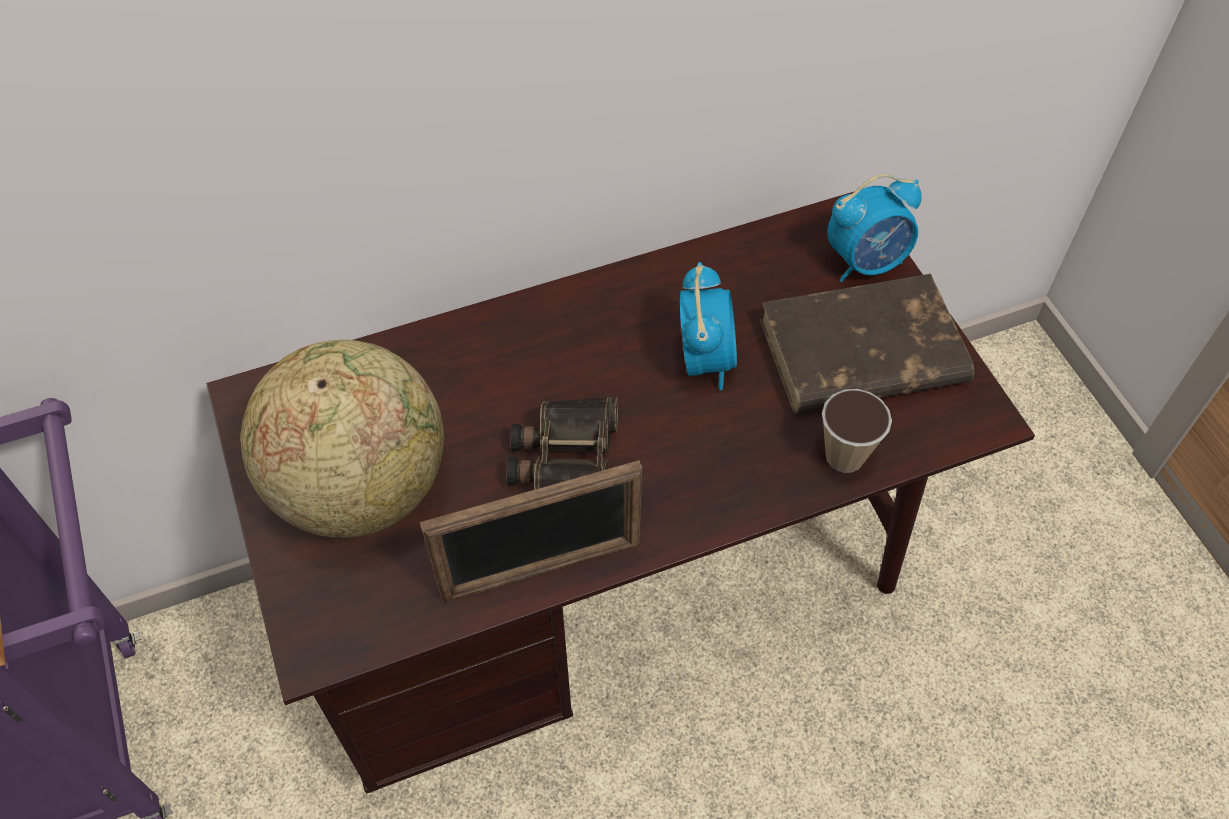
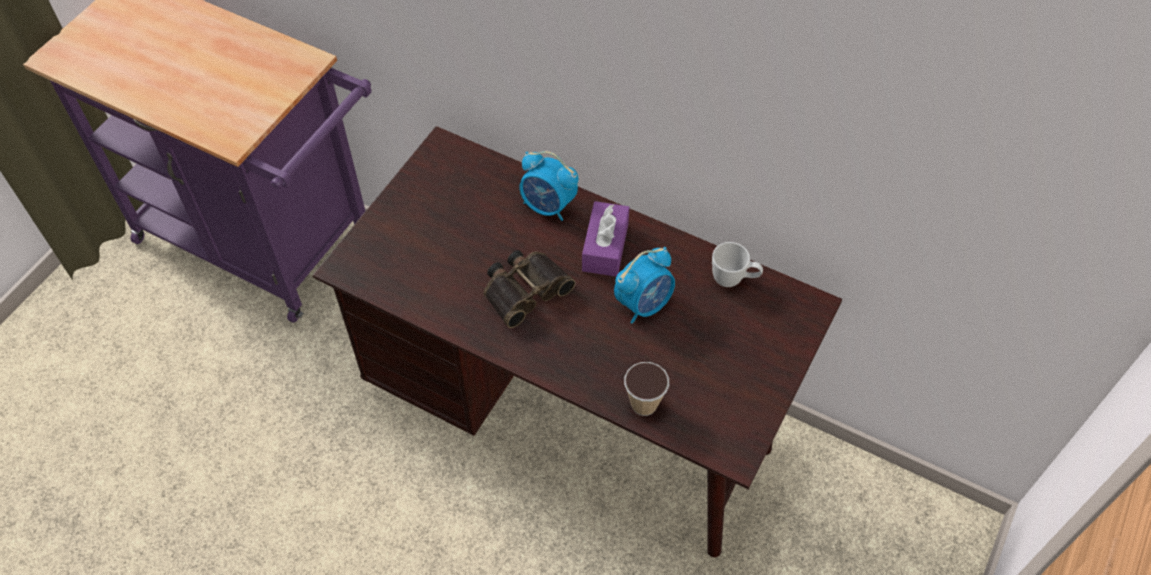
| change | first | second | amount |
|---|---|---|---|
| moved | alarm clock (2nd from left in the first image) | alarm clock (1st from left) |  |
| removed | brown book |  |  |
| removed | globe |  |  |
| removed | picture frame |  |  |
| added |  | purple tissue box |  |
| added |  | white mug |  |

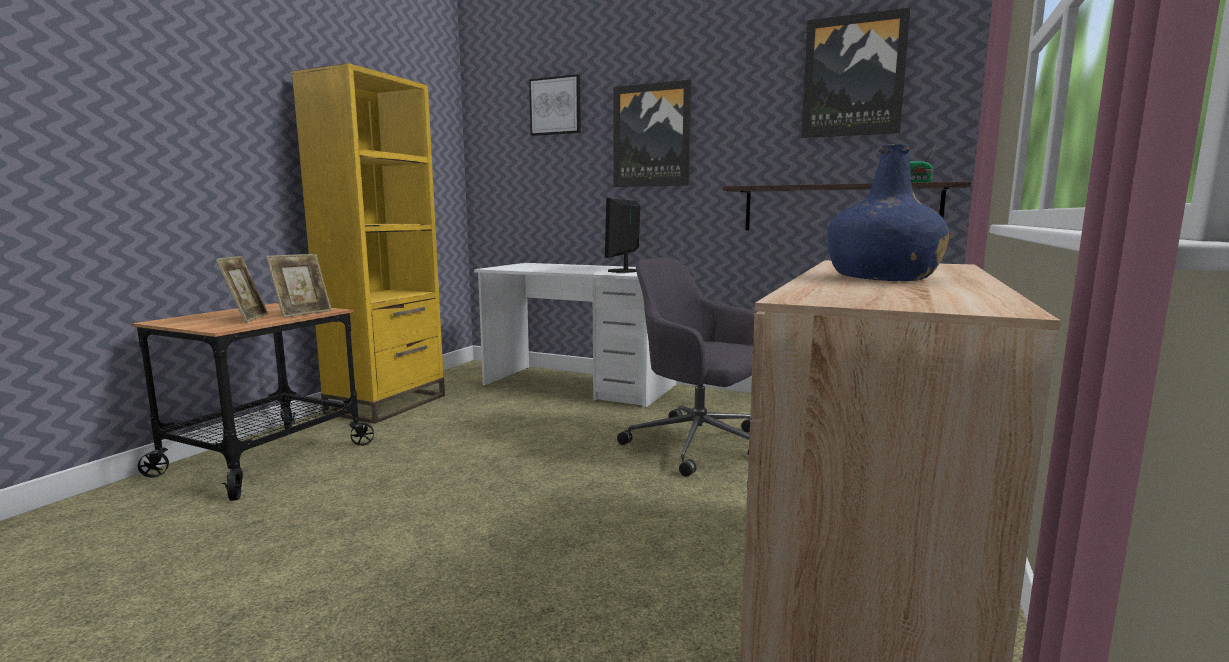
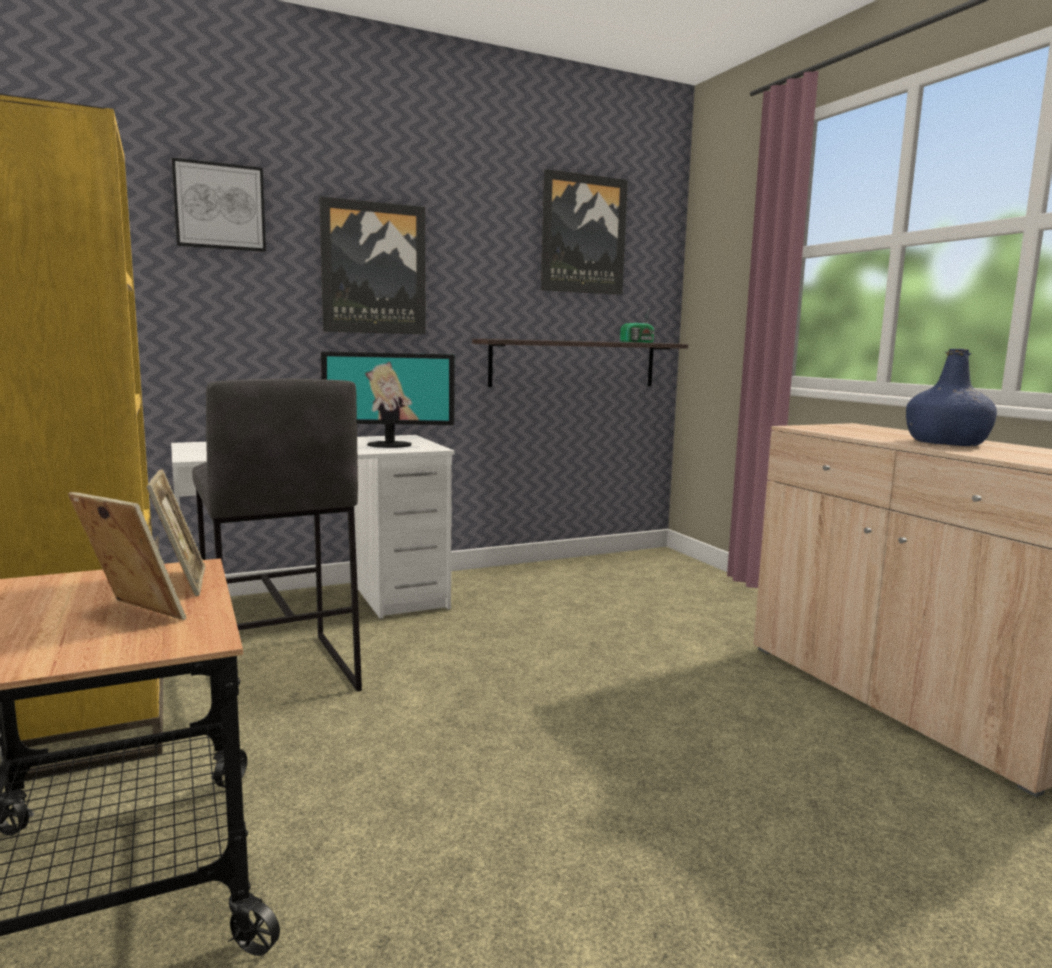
| change | first | second | amount |
|---|---|---|---|
| turned | monitor |  | 60 degrees counterclockwise |
| removed | grey office chair |  |  |
| added |  | grey stool |  |

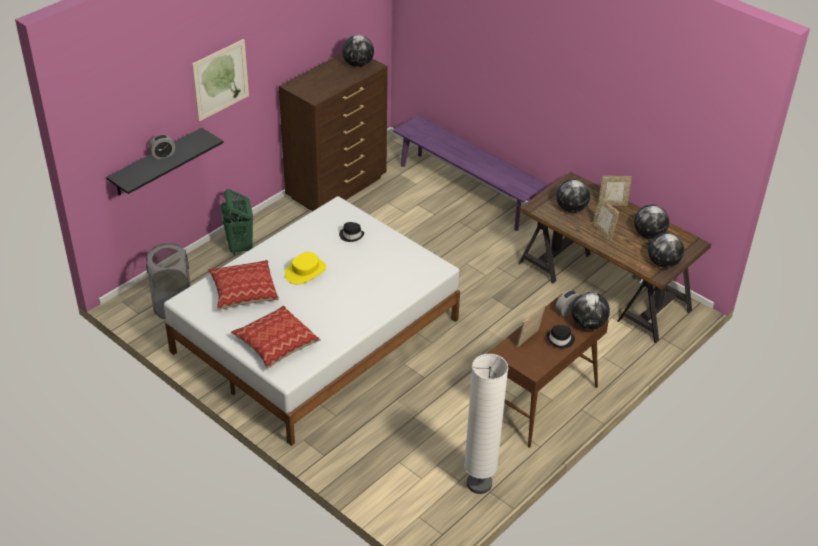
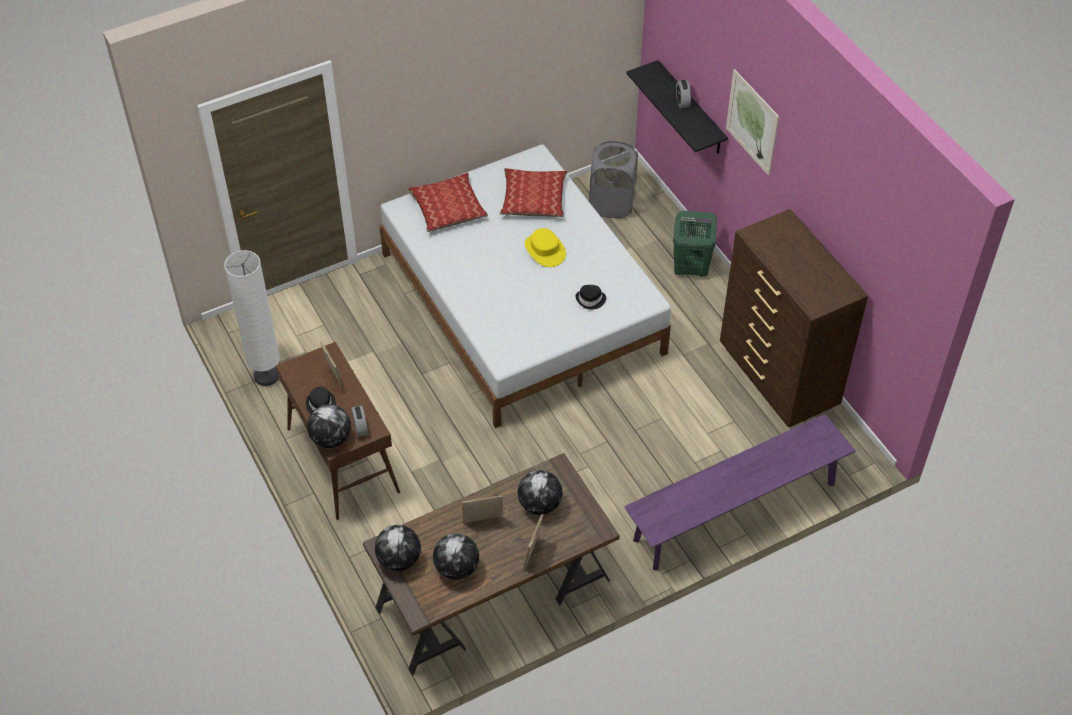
| change | first | second | amount |
|---|---|---|---|
| removed | globe (1st from left) |  |  |

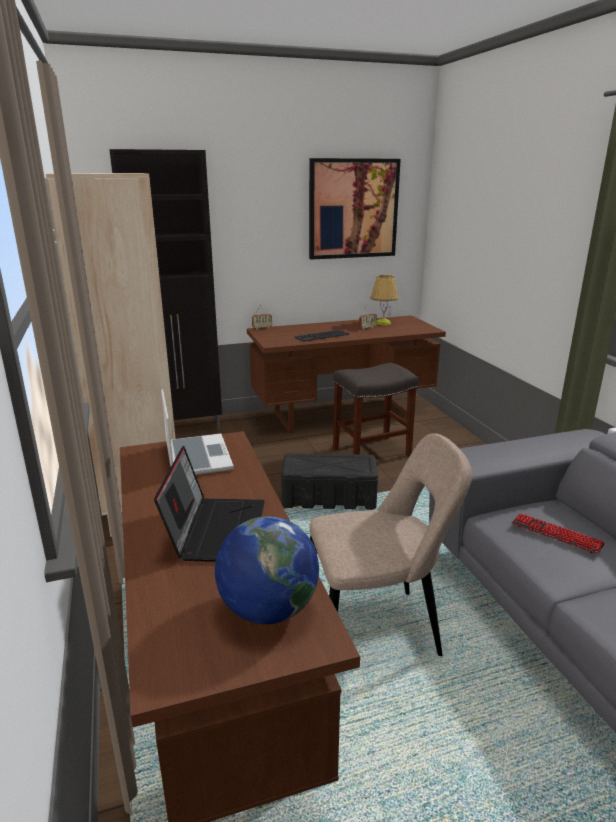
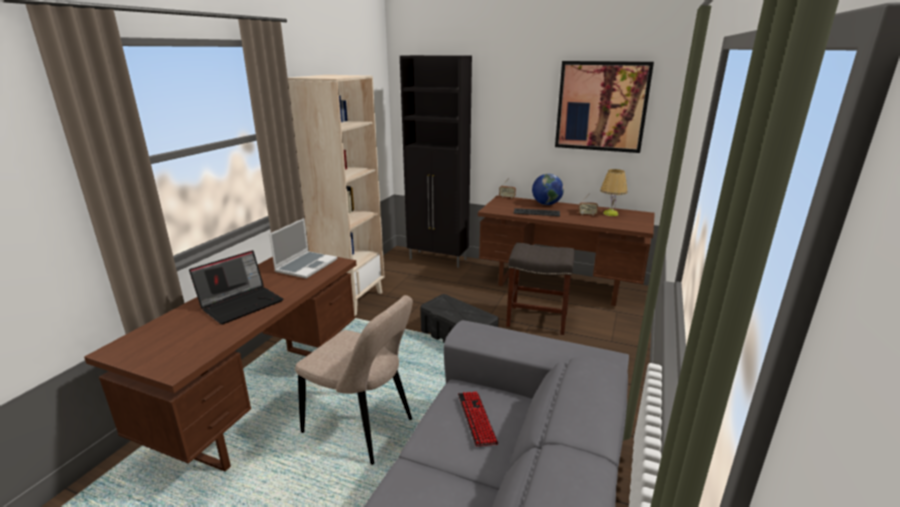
| change | first | second | amount |
|---|---|---|---|
| moved | globe |  |  |

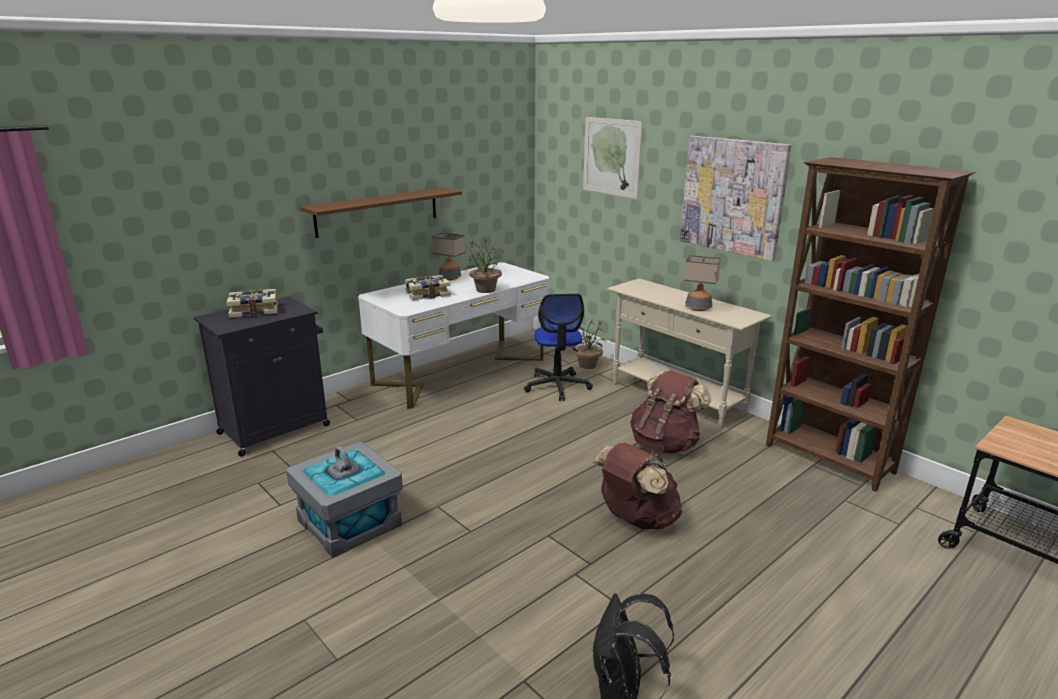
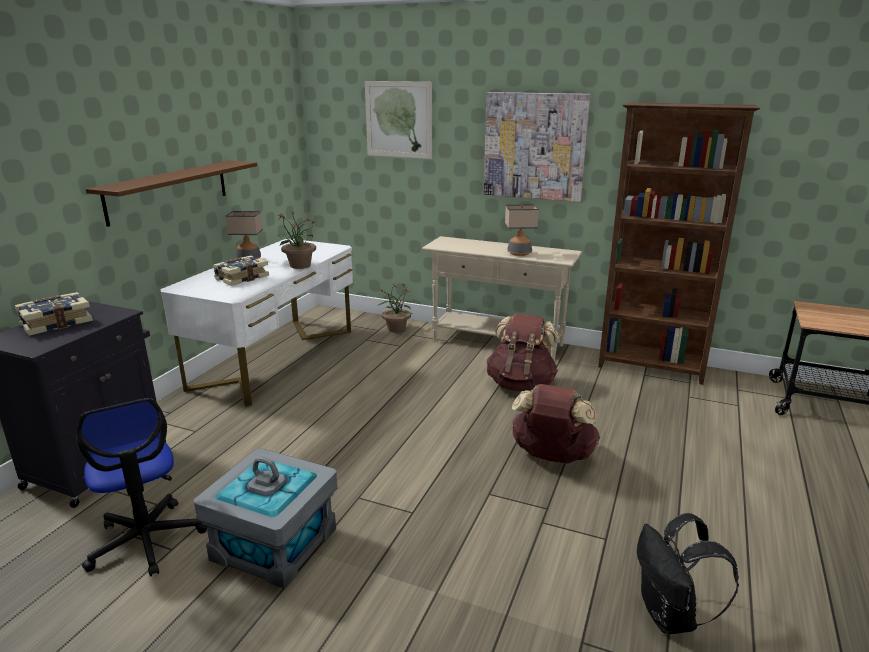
| change | first | second | amount |
|---|---|---|---|
| moved | office chair |  |  |

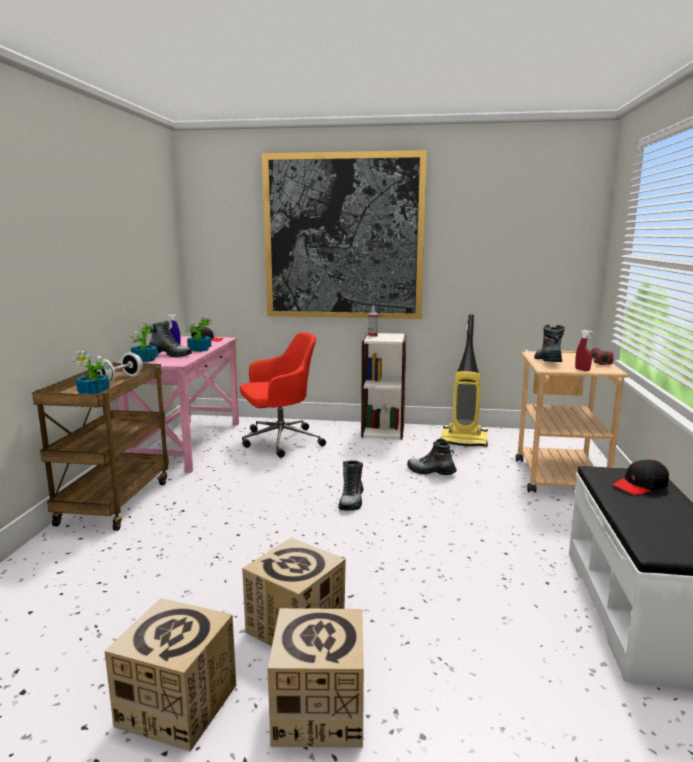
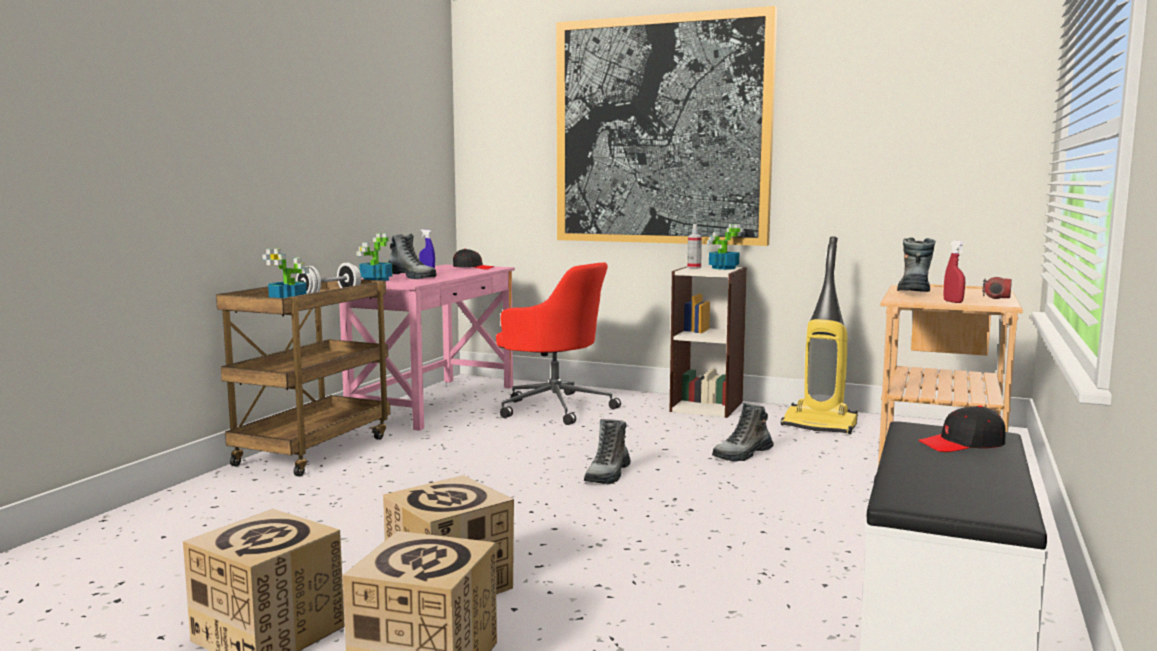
| change | first | second | amount |
|---|---|---|---|
| moved | potted plant (3rd from left) |  |  |
| turned | red office chair |  | 45 degrees clockwise |
| turned | boot (3rd from left) |  | 75 degrees counterclockwise |

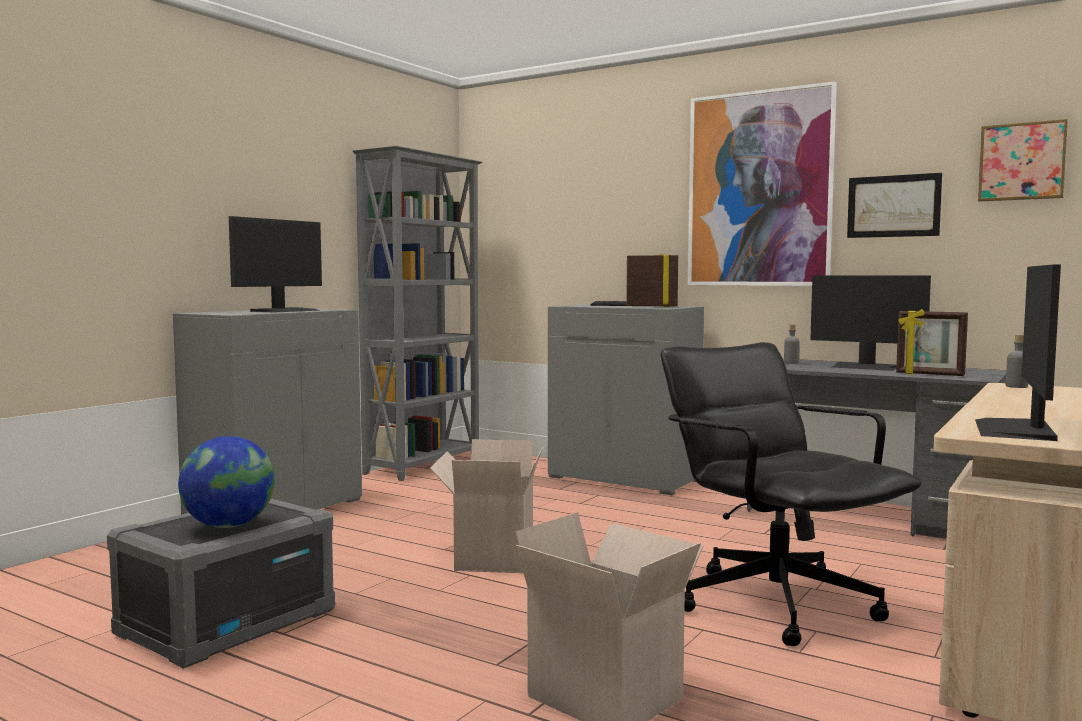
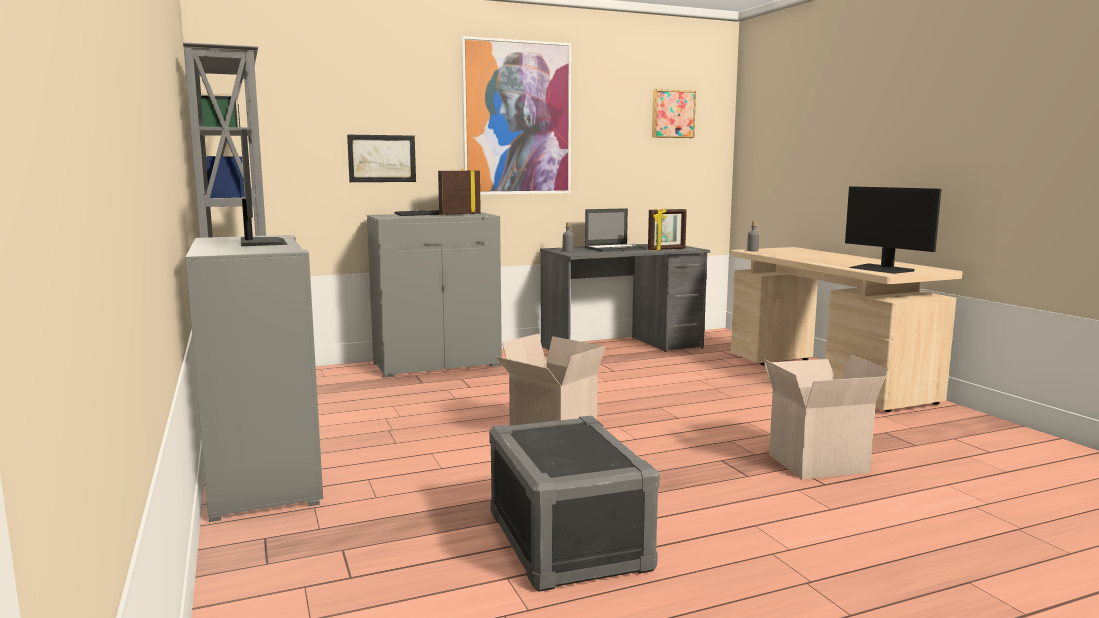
| change | first | second | amount |
|---|---|---|---|
| moved | picture (2nd from left in the first image) | picture (1st from left) |  |
| replaced | monitor (2nd from left) | laptop |  |
| removed | black office chair |  |  |
| removed | globe |  |  |

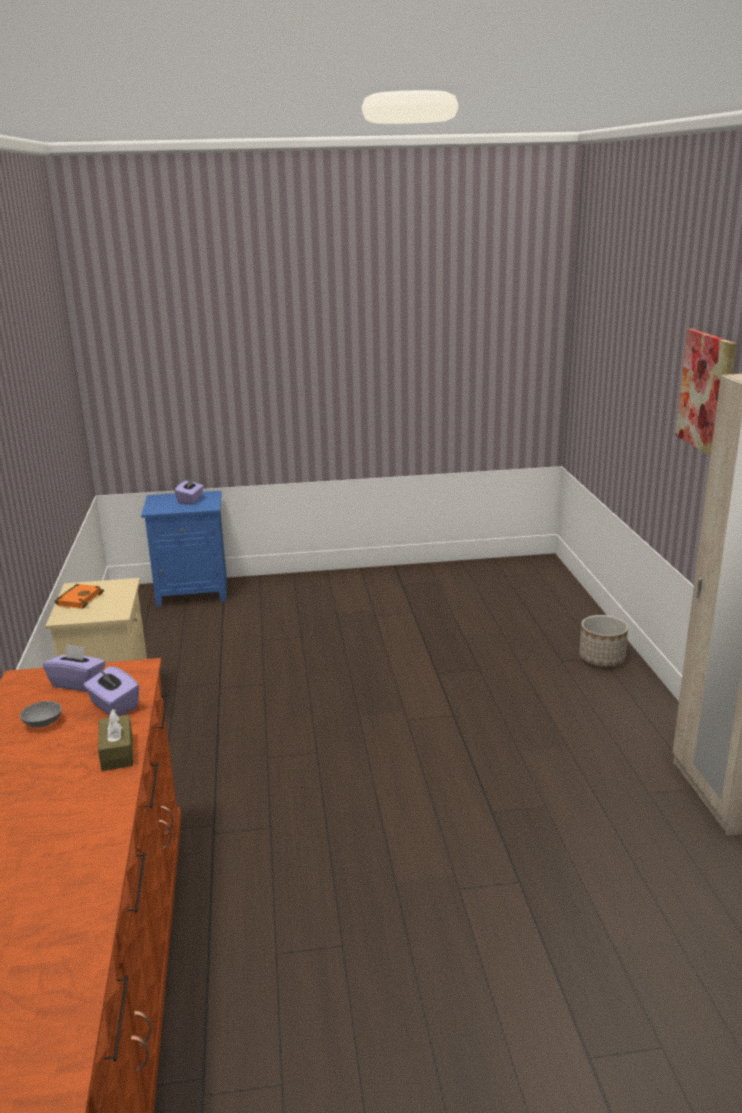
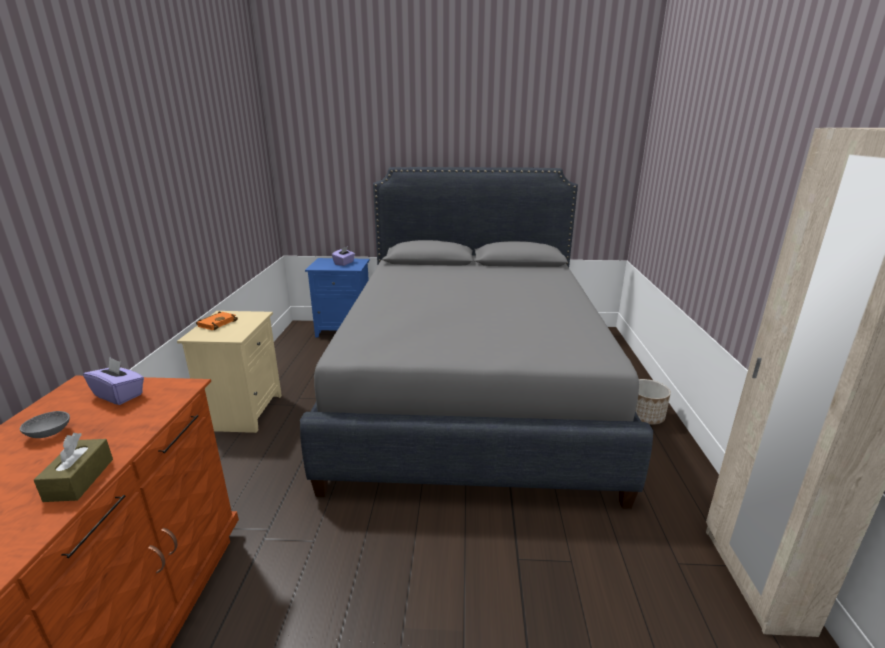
| change | first | second | amount |
|---|---|---|---|
| removed | picture |  |  |
| removed | purple tissue box (2nd from left) |  |  |
| added |  | grey bed |  |

